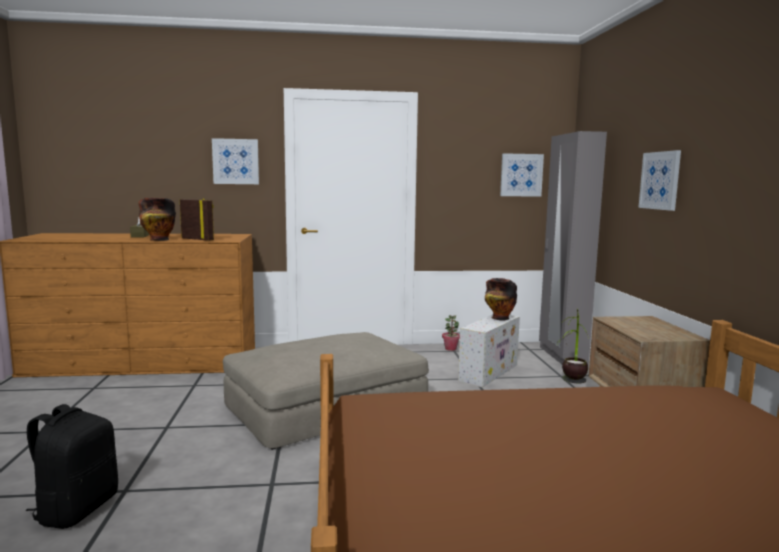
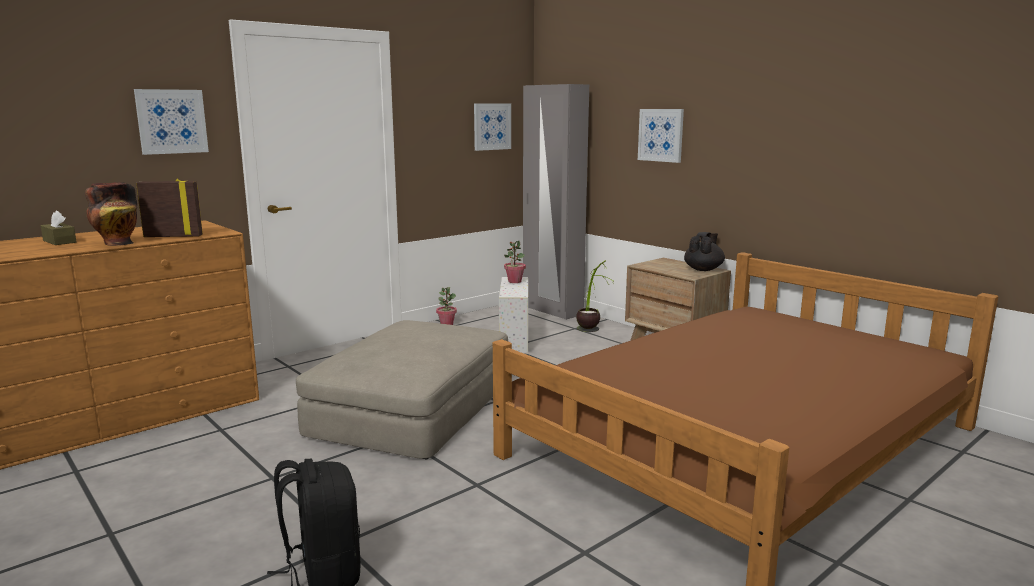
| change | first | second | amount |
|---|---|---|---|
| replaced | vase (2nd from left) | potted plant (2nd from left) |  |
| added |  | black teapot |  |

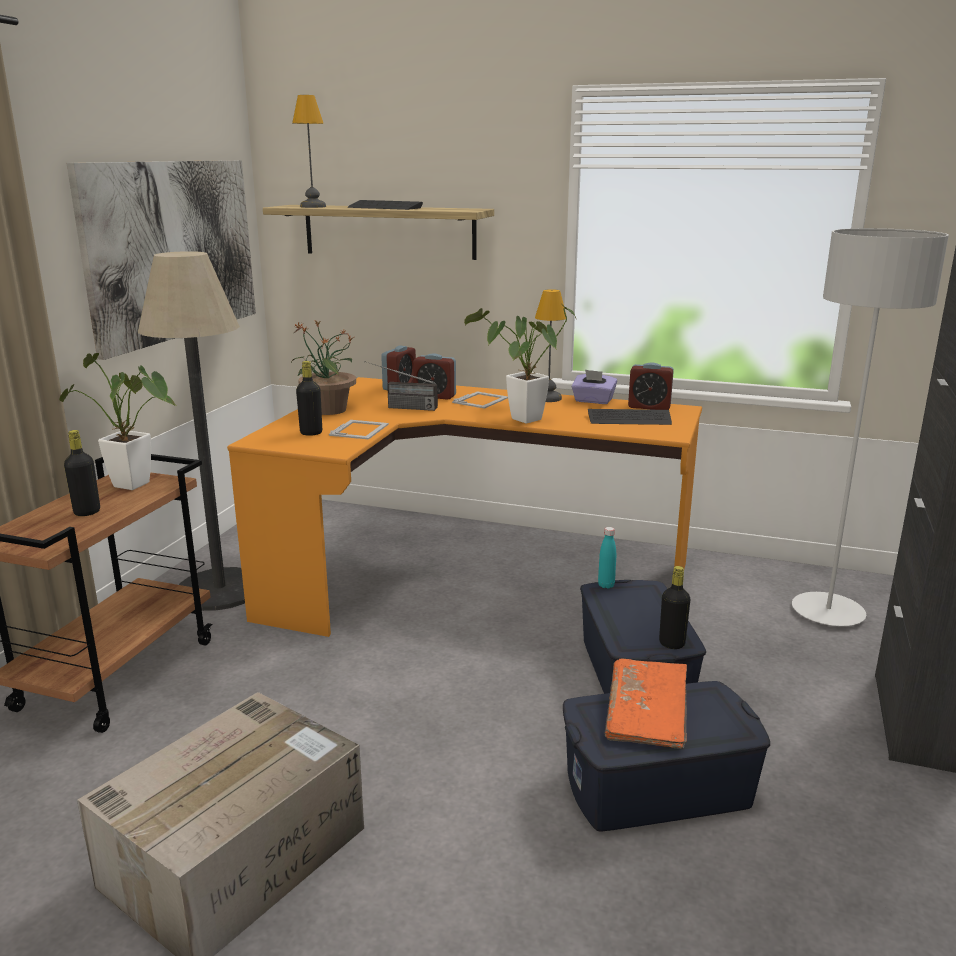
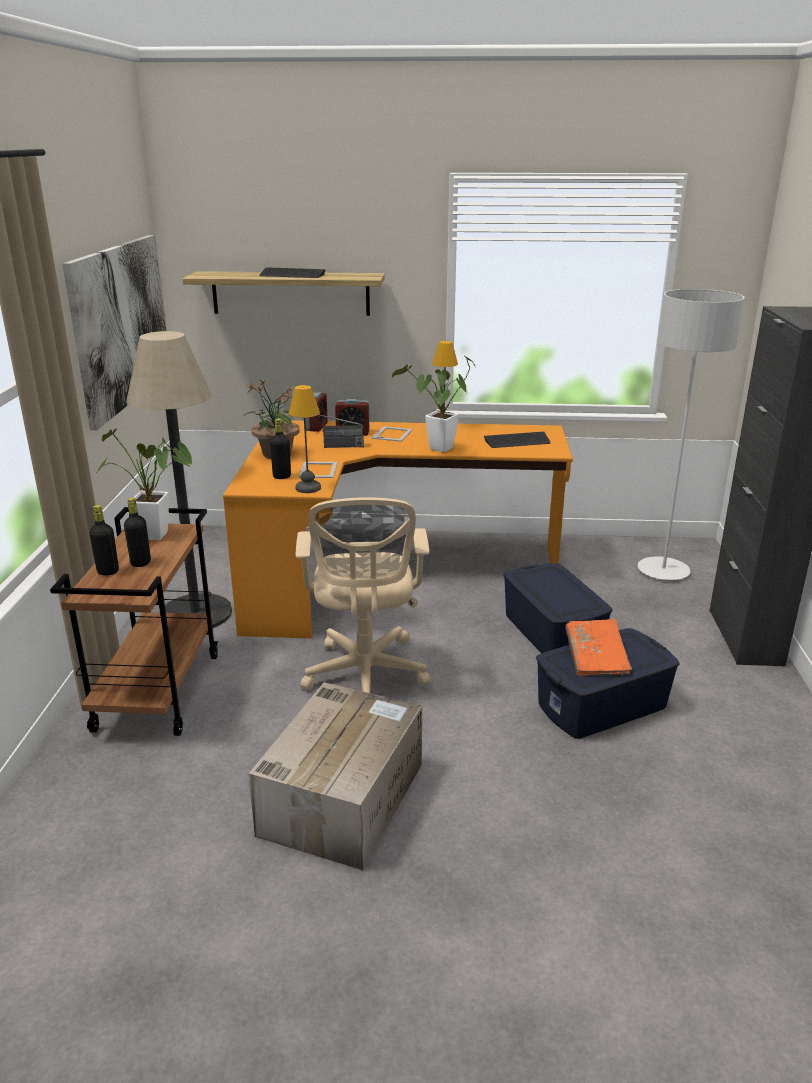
| change | first | second | amount |
|---|---|---|---|
| moved | table lamp (1st from left) |  |  |
| removed | alarm clock (3rd from left) |  |  |
| removed | purple tissue box |  |  |
| removed | turquoise bottle |  |  |
| moved | black bottle (3rd from left in the first image) | black bottle (1st from left) |  |
| added |  | beige office chair |  |

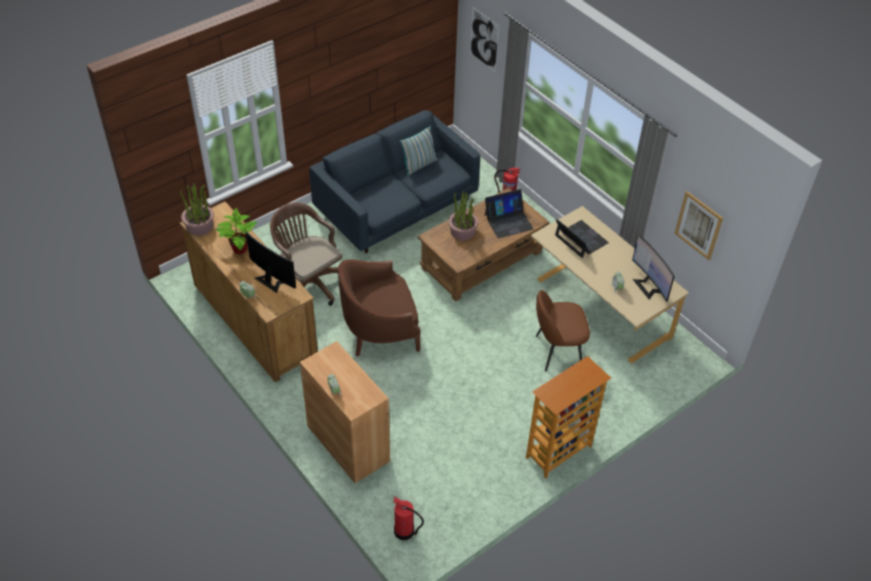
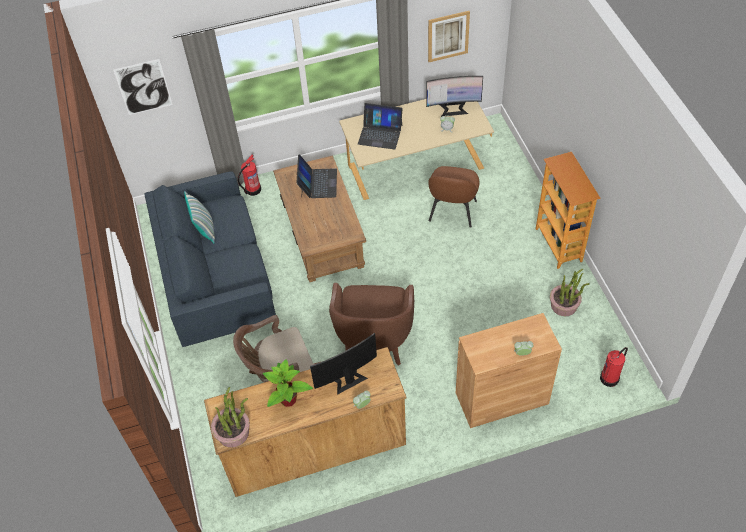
| change | first | second | amount |
|---|---|---|---|
| moved | potted plant (3rd from left) |  |  |
| turned | laptop (2nd from left) |  | 150 degrees counterclockwise |

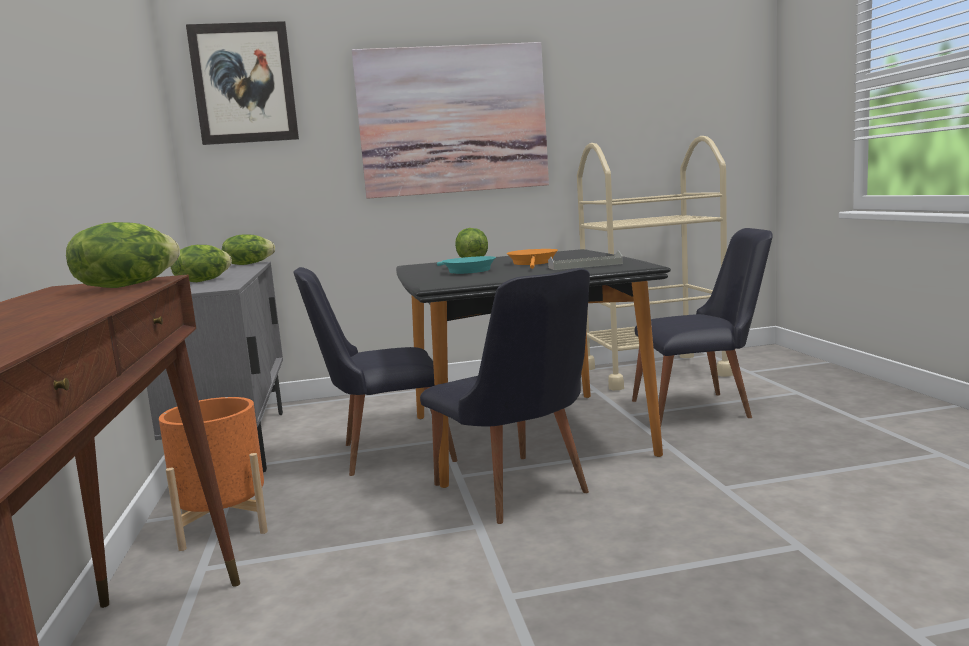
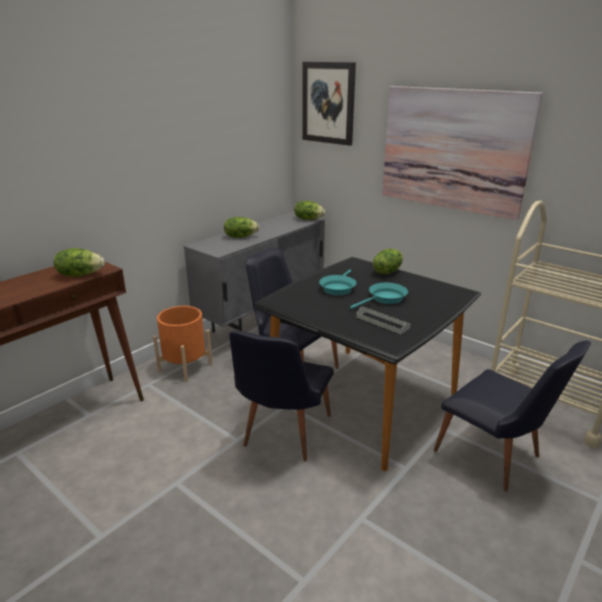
| change | first | second | amount |
|---|---|---|---|
| recoloured | orange frying pan | turquoise frying pan (2nd from left) |  |

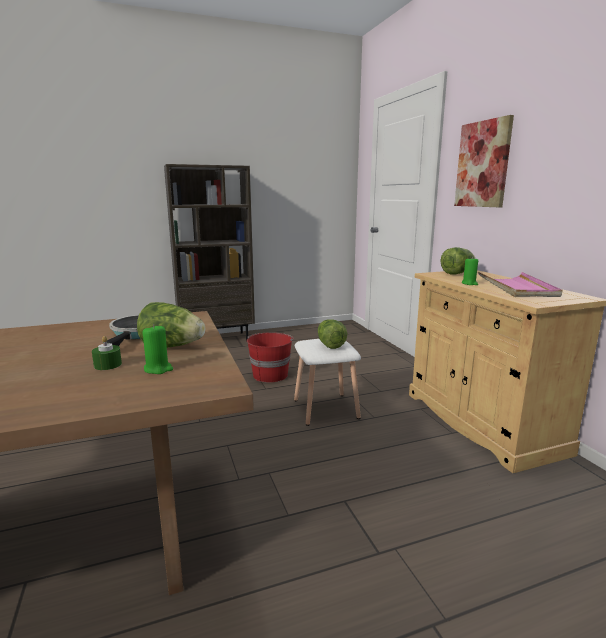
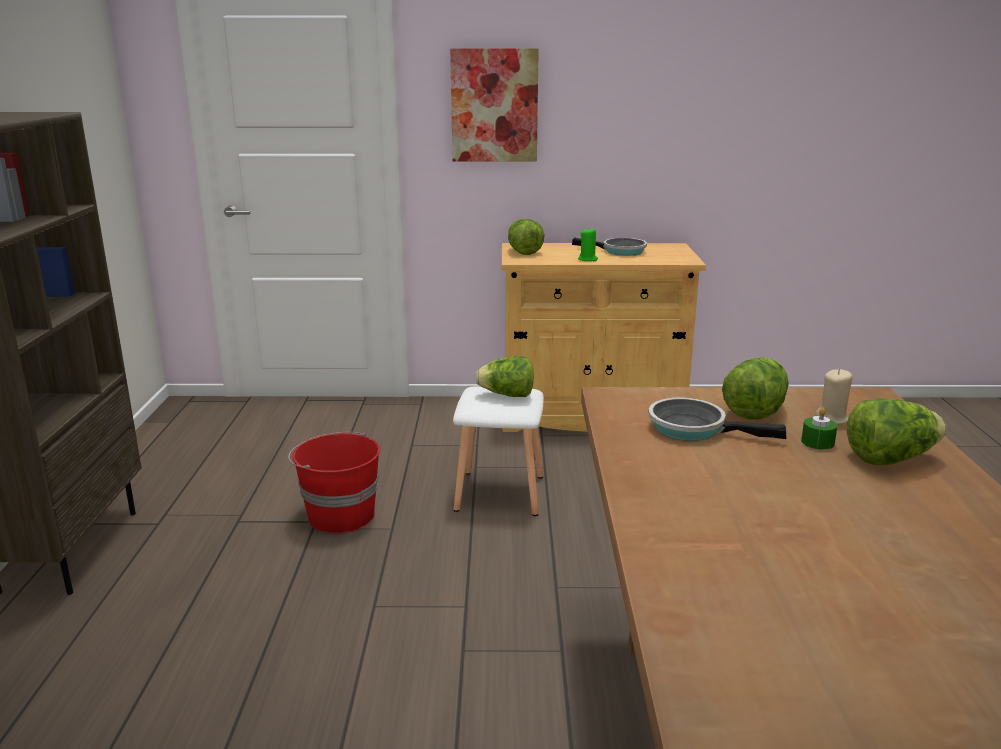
| change | first | second | amount |
|---|---|---|---|
| replaced | pink tray | frying pan (1st from left) |  |
| recoloured | green candle (2nd from left) | beige candle |  |
| added |  | lettuce (4th from left) |  |

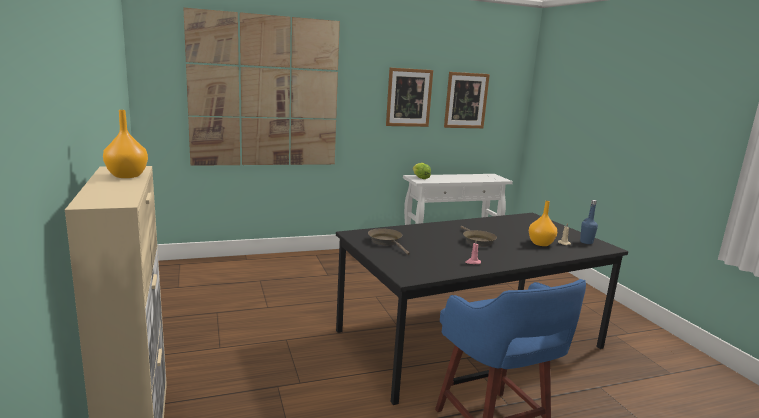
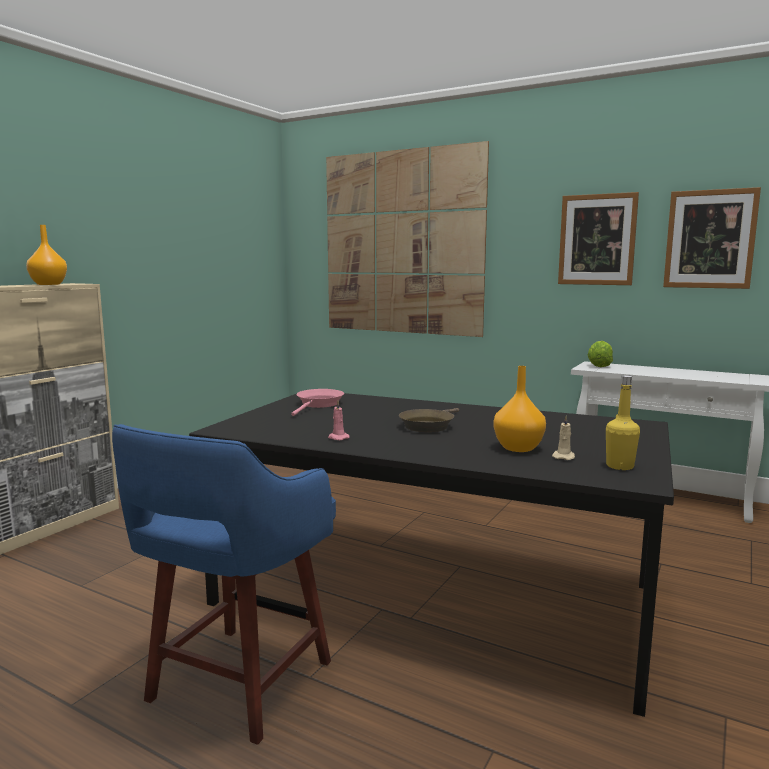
| change | first | second | amount |
|---|---|---|---|
| recoloured | blue bottle | yellow bottle |  |
| recoloured | brown frying pan (1st from left) | pink frying pan |  |

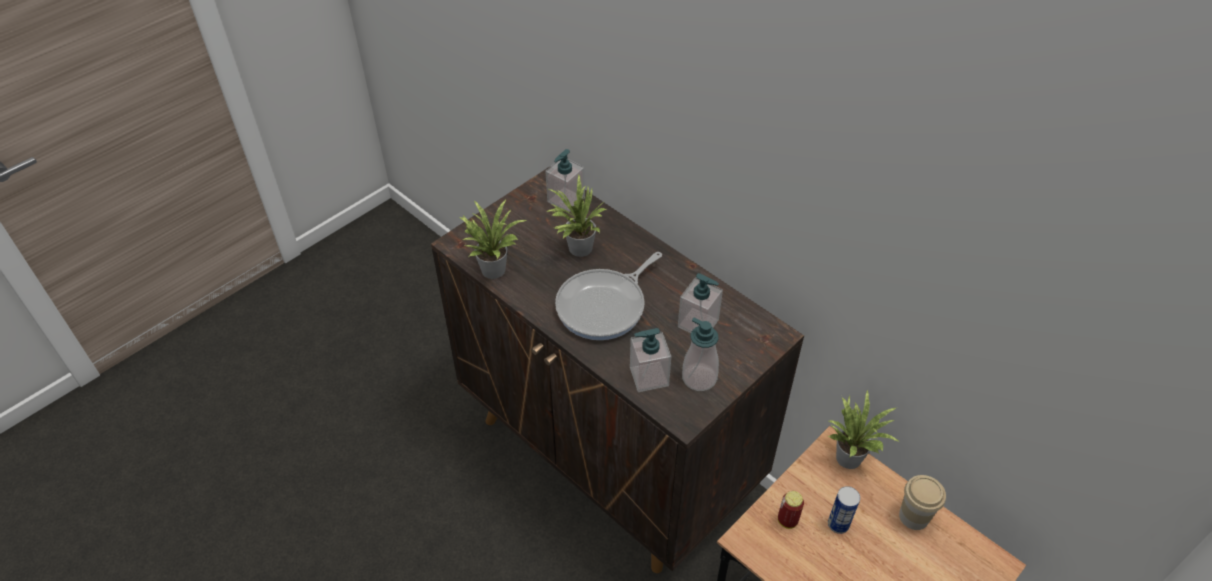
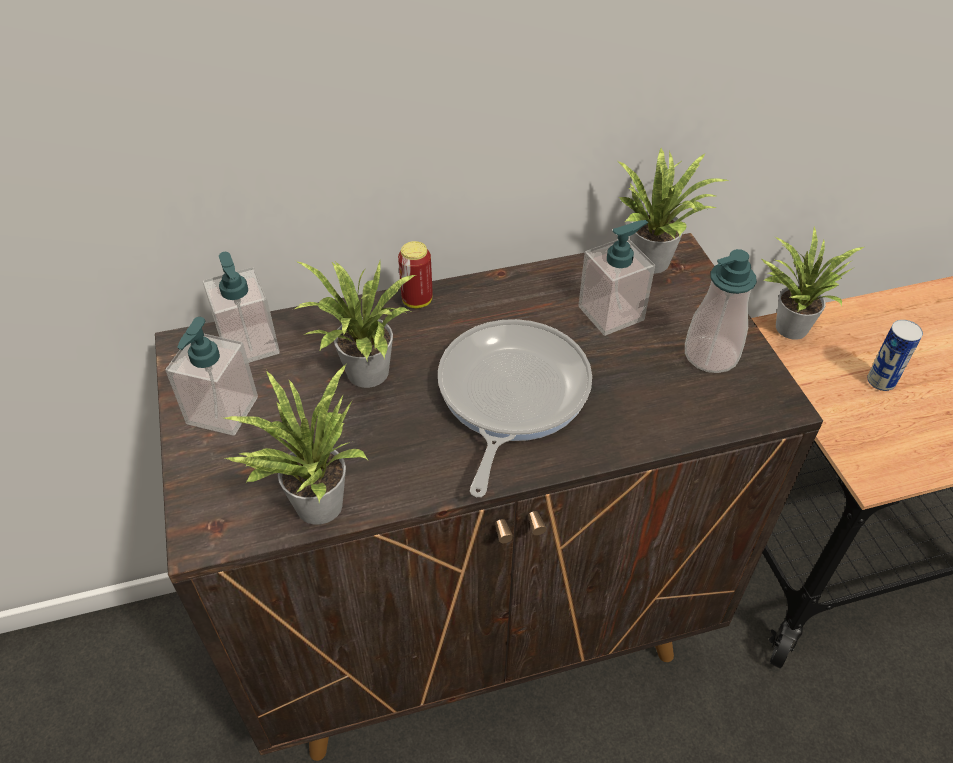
| change | first | second | amount |
|---|---|---|---|
| turned | frying pan |  | 150 degrees counterclockwise |
| moved | soap dispenser (2nd from left in the first image) | soap dispenser (1st from left) |  |
| removed | cup |  |  |
| moved | can (1st from left) |  |  |
| added |  | potted plant (3rd from left) |  |

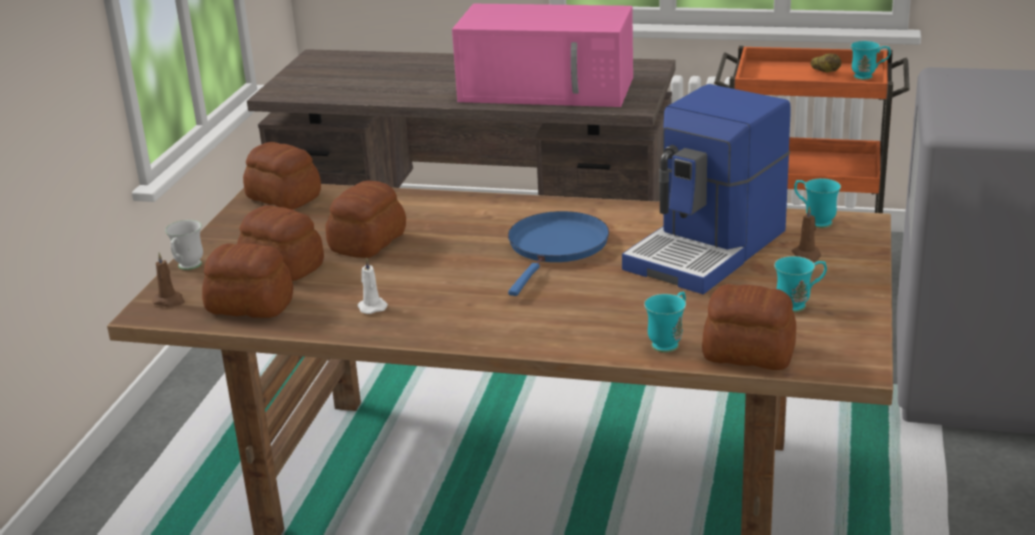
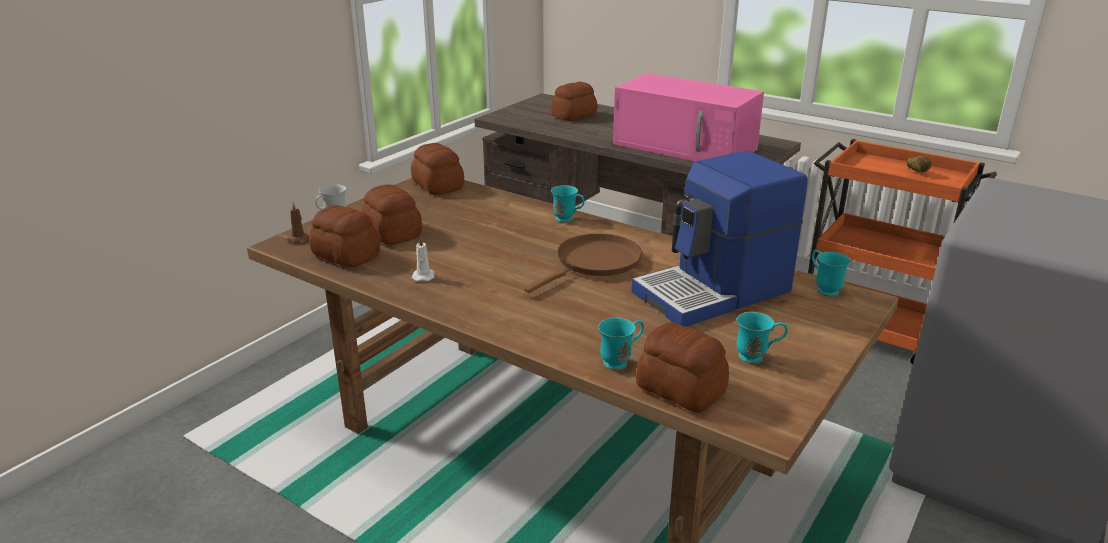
| change | first | second | amount |
|---|---|---|---|
| moved | turquoise mug (4th from left in the first image) | turquoise mug (1st from left) |  |
| moved | bread (4th from left) |  |  |
| removed | brown candle (2nd from left) |  |  |
| recoloured | blue frying pan | brown frying pan |  |

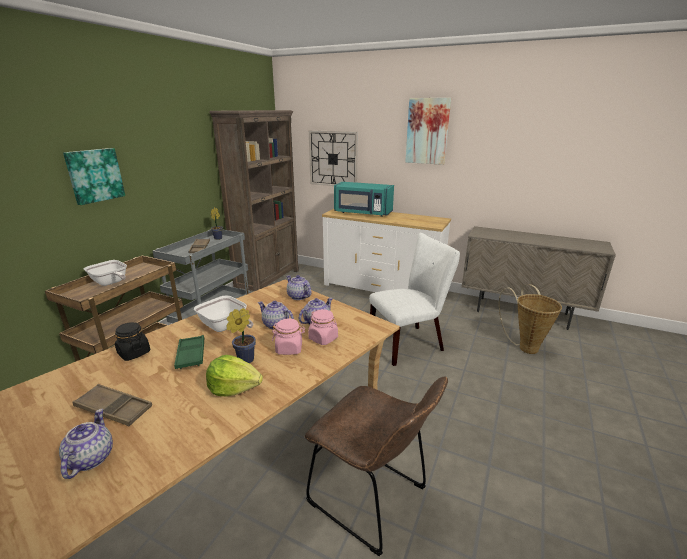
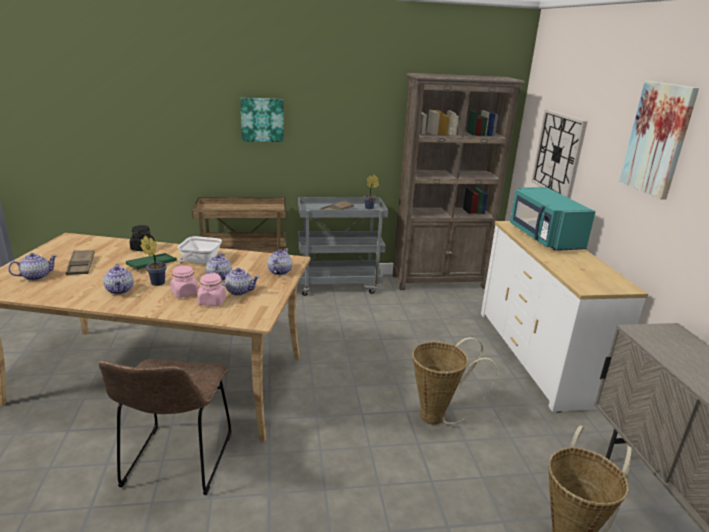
| change | first | second | amount |
|---|---|---|---|
| replaced | white chair | basket (1st from left) |  |
| removed | frying pan (1st from left) |  |  |
| replaced | lettuce | teapot (2nd from left) |  |

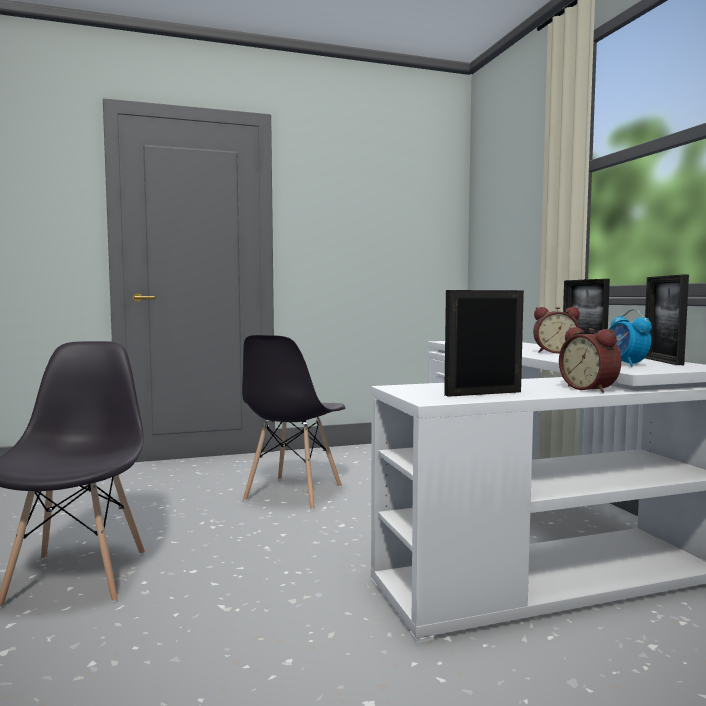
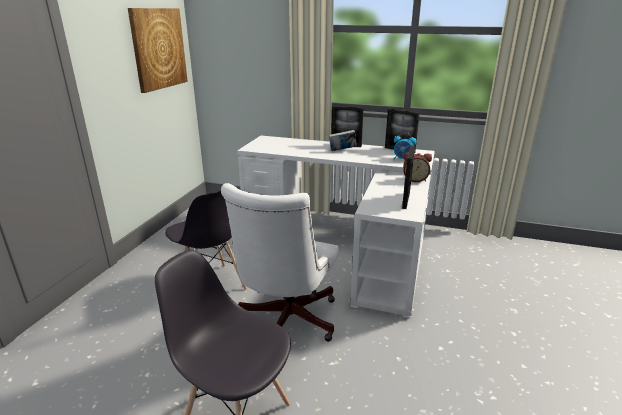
| change | first | second | amount |
|---|---|---|---|
| replaced | alarm clock (1st from left) | book |  |
| added |  | picture |  |
| added |  | white office chair |  |

